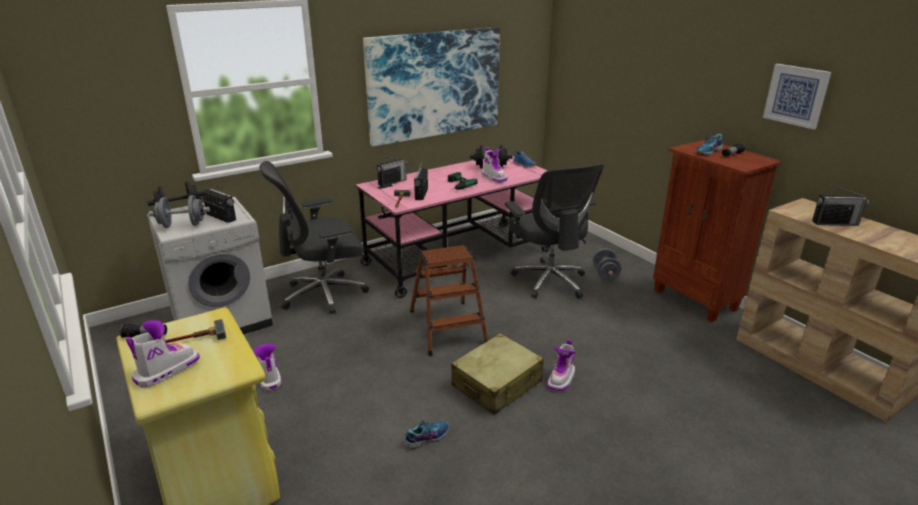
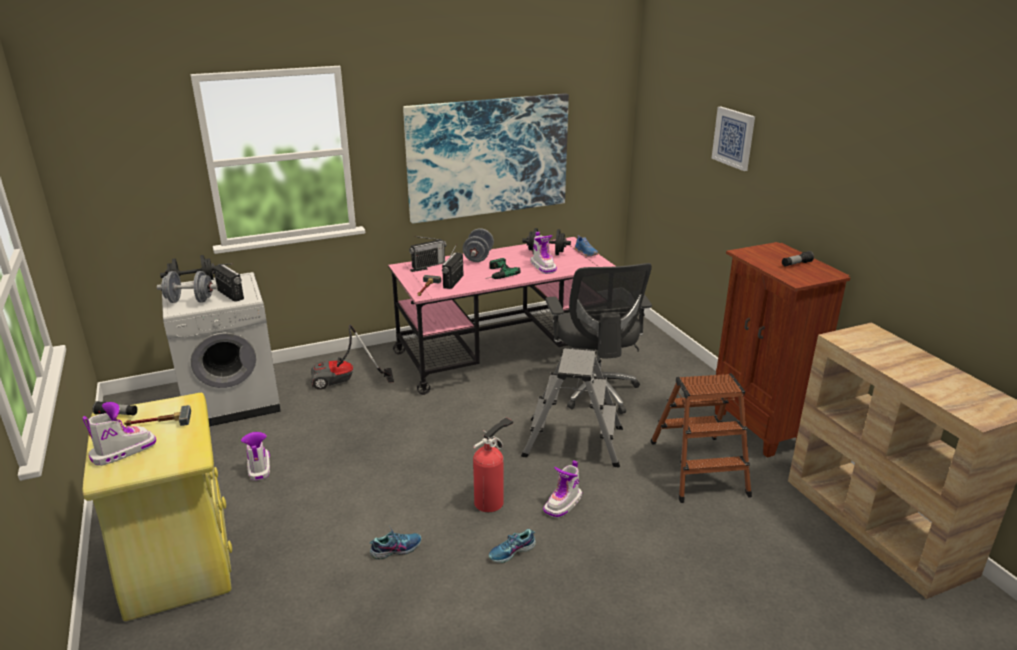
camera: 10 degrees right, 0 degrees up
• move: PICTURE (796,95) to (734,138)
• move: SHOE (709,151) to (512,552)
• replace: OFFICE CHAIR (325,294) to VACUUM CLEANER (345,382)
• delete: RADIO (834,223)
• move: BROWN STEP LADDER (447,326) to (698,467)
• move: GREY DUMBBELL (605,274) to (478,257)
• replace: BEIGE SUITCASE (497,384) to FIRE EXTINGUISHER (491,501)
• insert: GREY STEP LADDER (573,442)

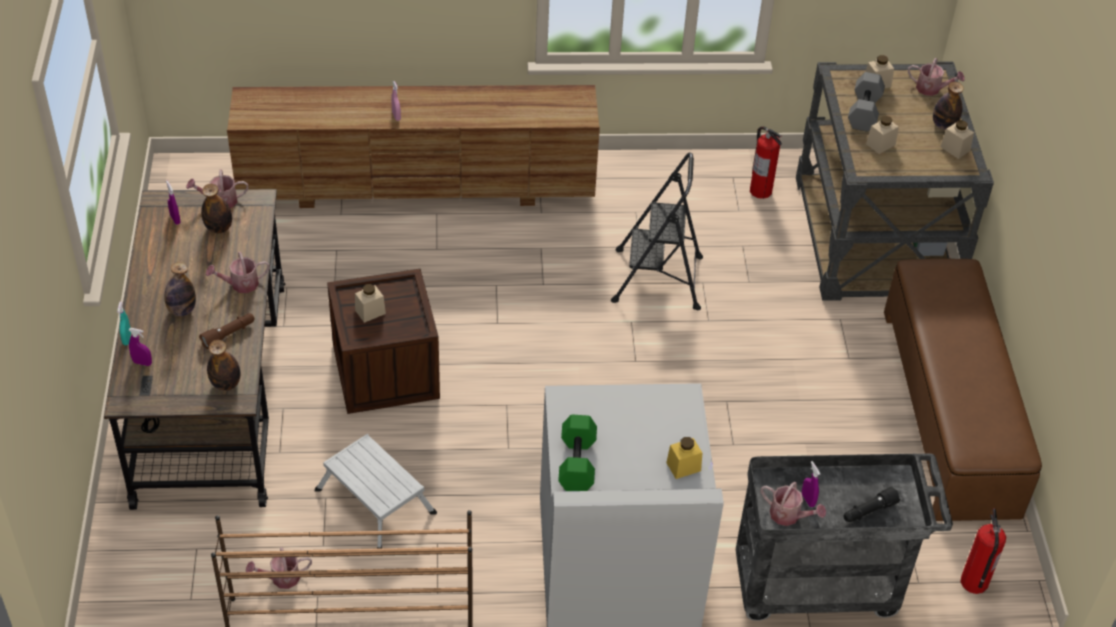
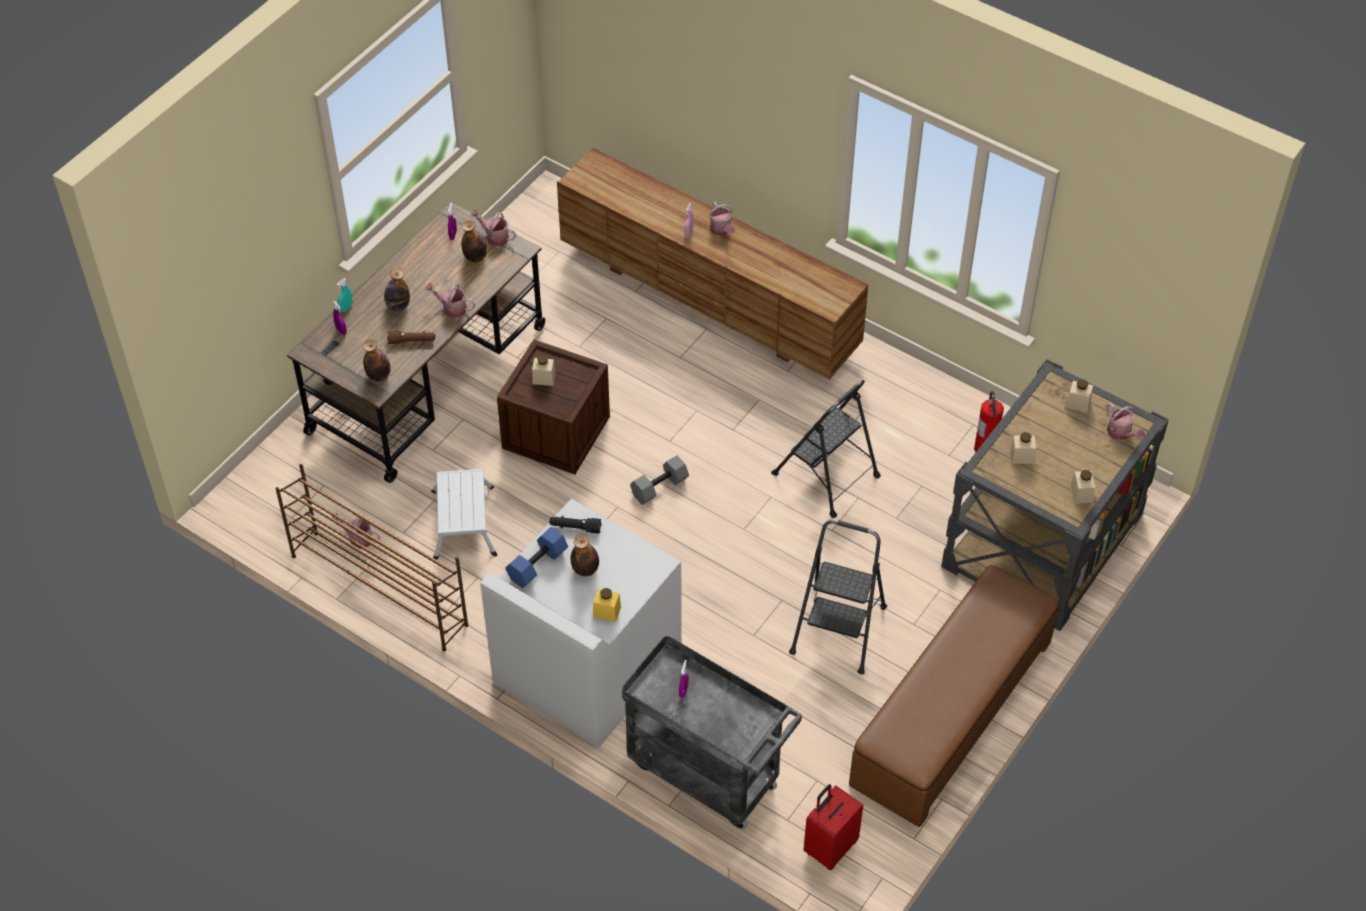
camera: 40 degrees right, 5 degrees up
• move: GREY DUMBBELL (865,112) to (659,488)
• move: BOTTLE (943,125) to (585,569)
• recolor: GREEN DUMBBELL (578,464) to BLUE DUMBBELL (538,566)
• move: WATERING CAN (789,516) to (722,230)
• move: BLACK FLASHLIGHT (868,511) to (575,527)
• replace: FIRE EXTINGUISHER (974,582) to RED SUITCASE (830,847)
• insert: BLACK STEP LADDER (839,626)

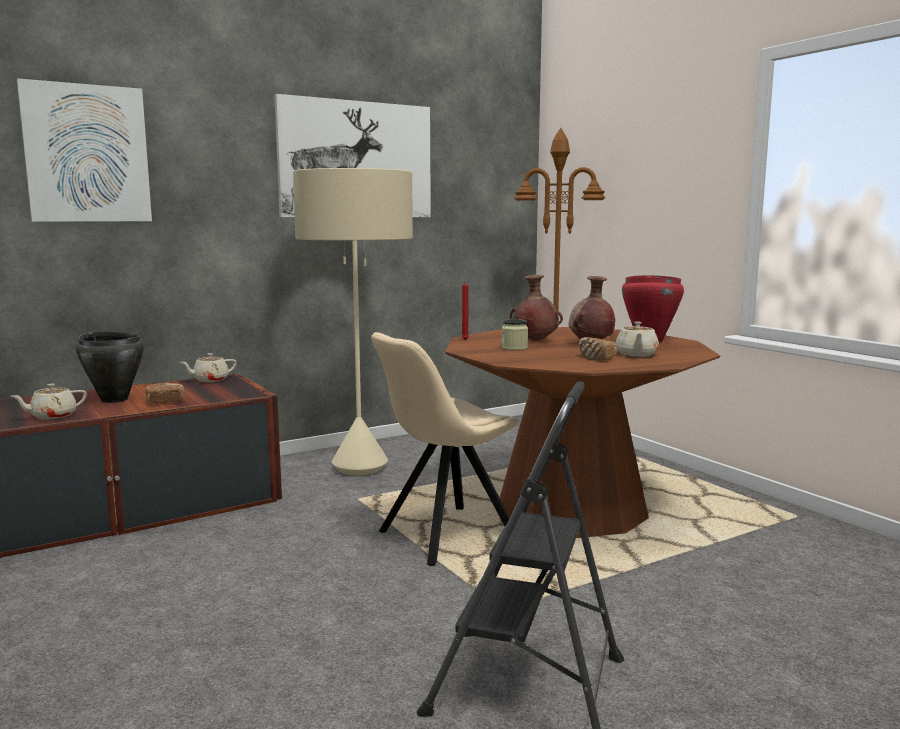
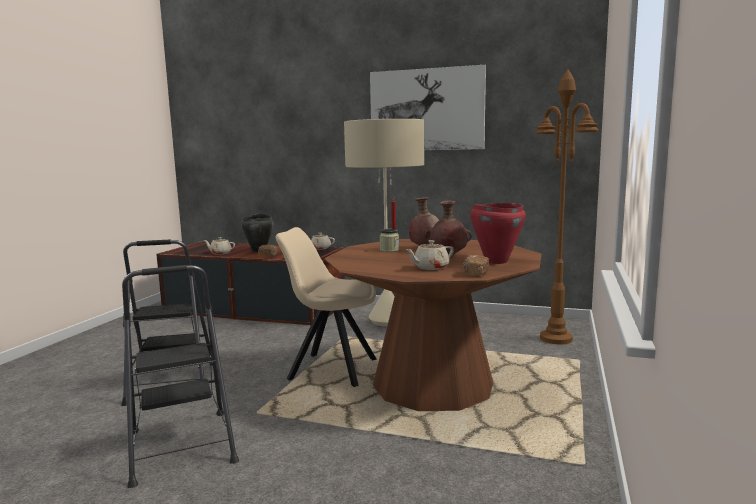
camera: 50 degrees right, 0 degrees up
• delete: PICTURE (87,154)
• move: BREAD (595,358) to (475,274)
• insert: BLACK STEP LADDER (171,383)

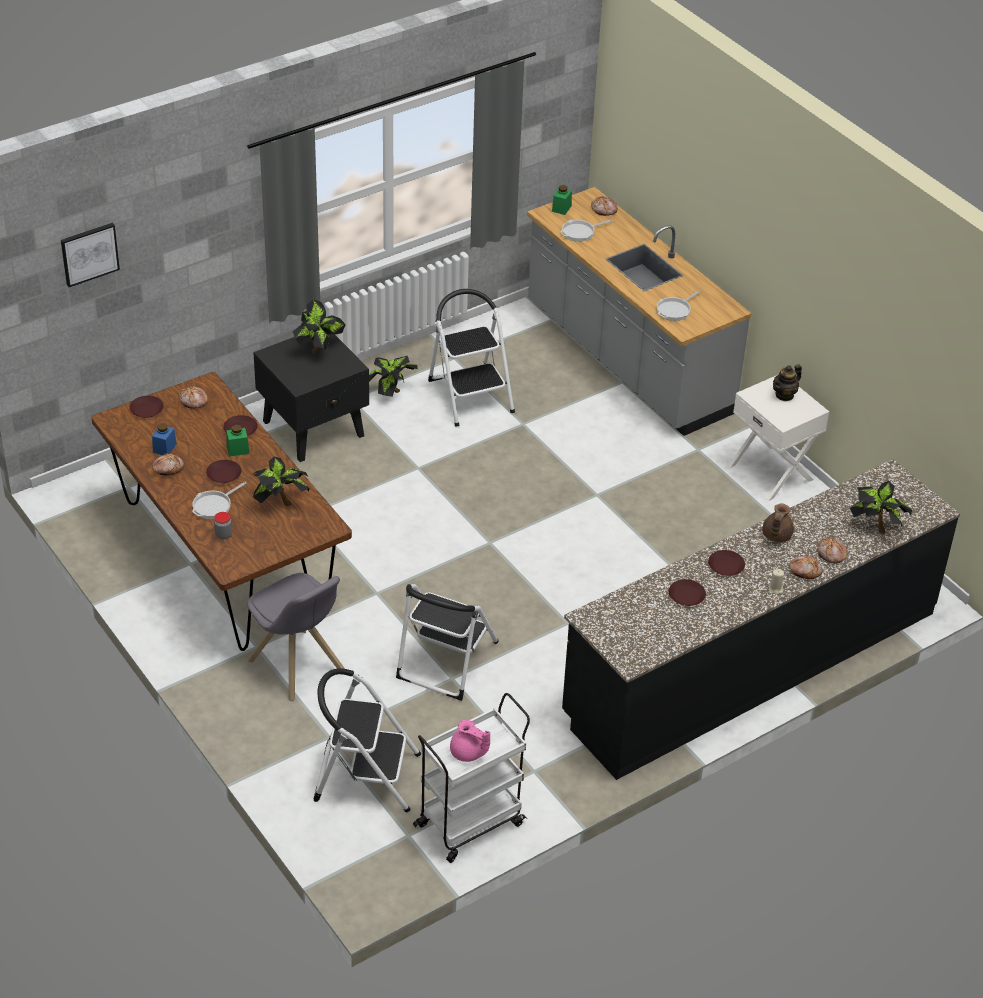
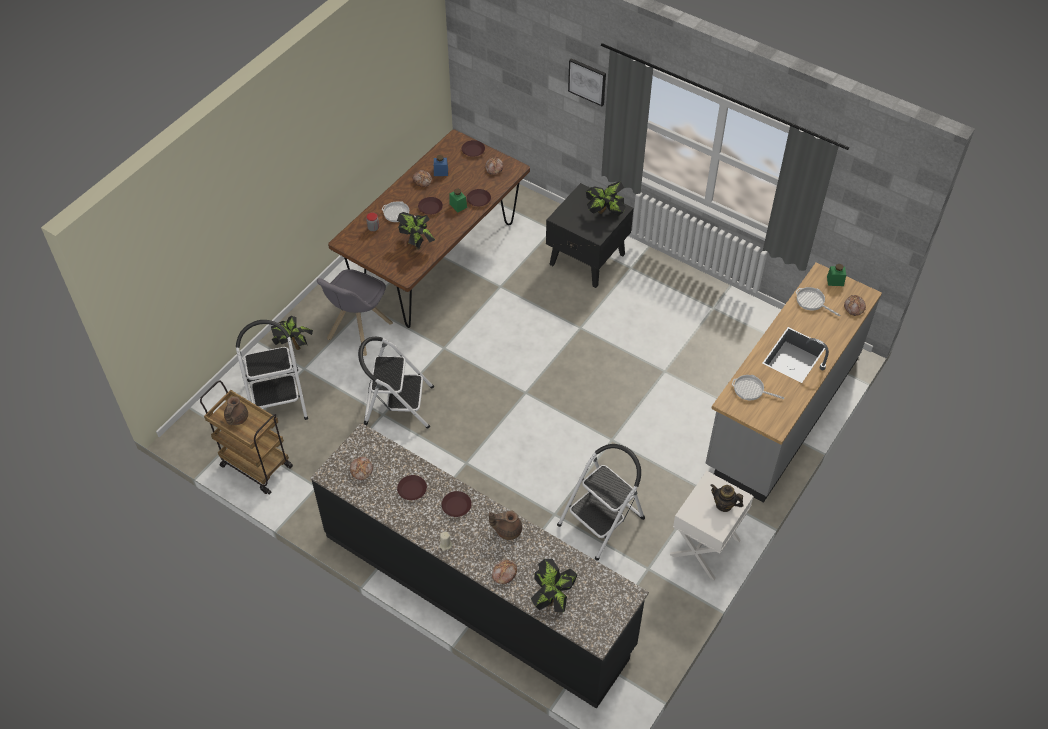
camera: 70 degrees right, 10 degrees up
• move: PICTURE (89,253) to (587,81)
• move: STEP LADDER (470,394) to (603,520)
• move: POTTED PLANT (391,393) to (294,345)
• move: BREAD (805,570) to (362,470)
• recolor: WHITE CART (469,825) to BROWN CART (256,466)
• recolor: PINK TEAPOT (468,753) to BROWN TEAPOT (236,418)

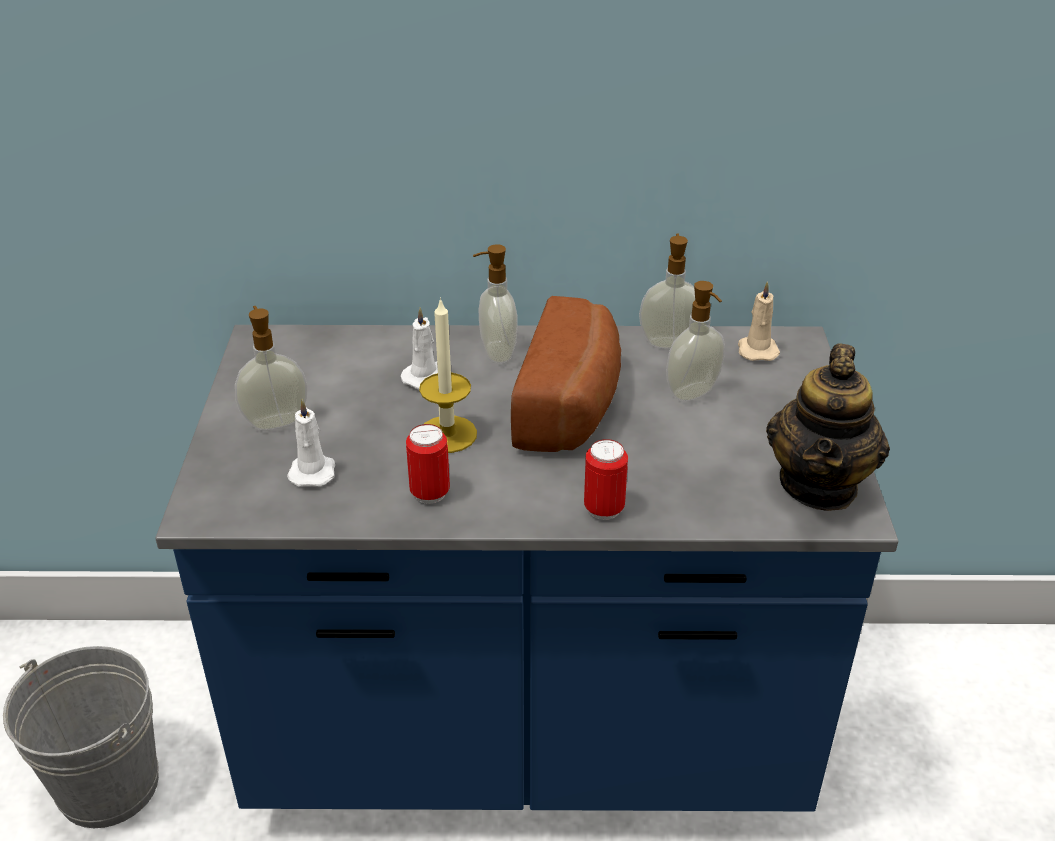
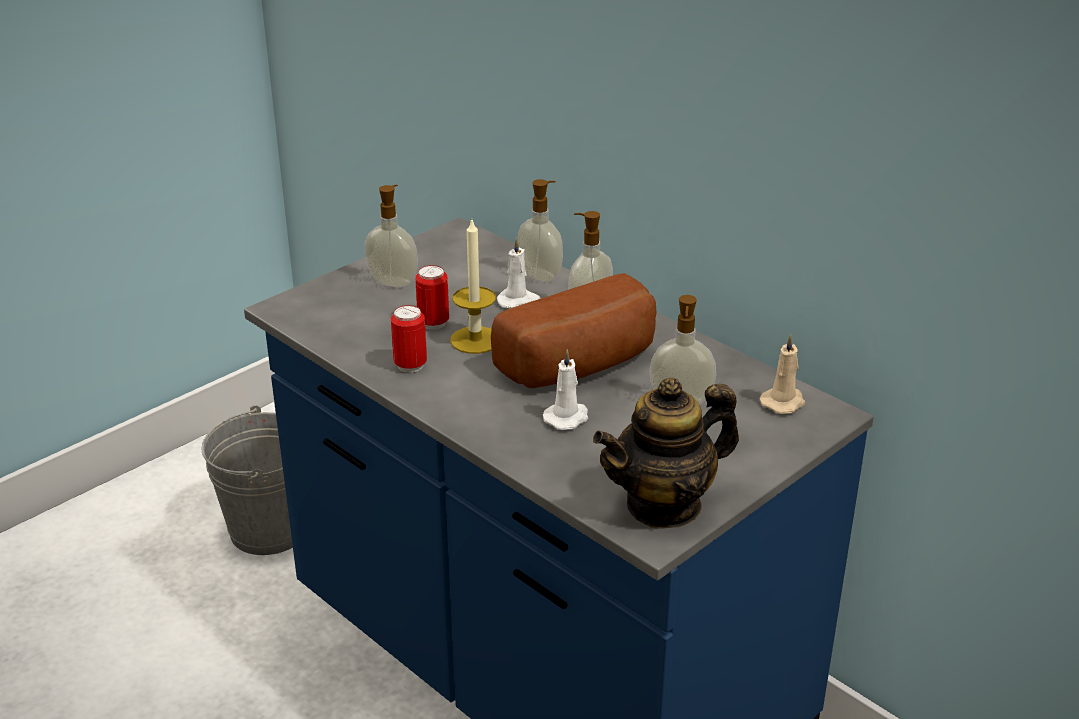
camera: 45 degrees right, 5 degrees down
• move: SOAP DISPENSER (669,342) to (541,275)
• move: WHITE CANDLE (313,471) to (567,418)
• move: CAN (604,509) to (433,323)

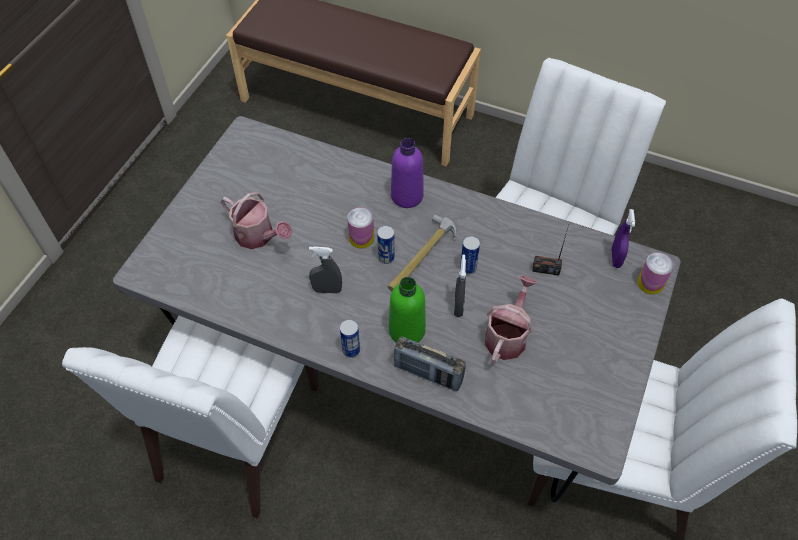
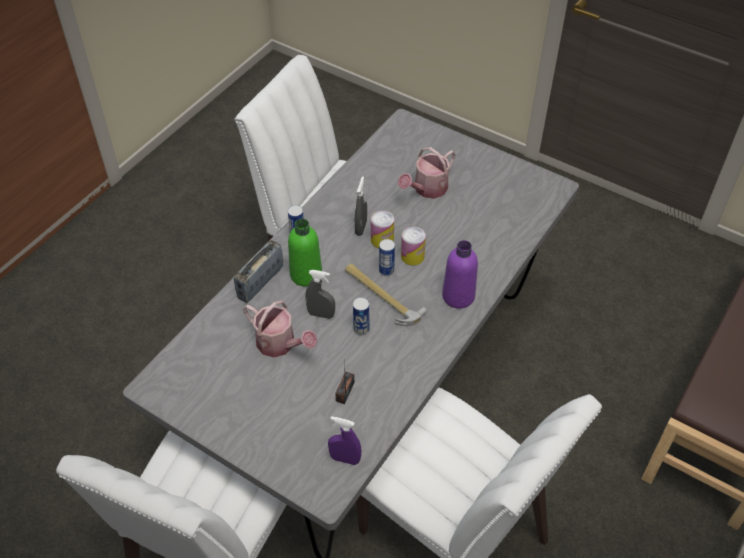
camera: 100 degrees right, 5 degrees down
• move: CAN (650,283) to (382,240)

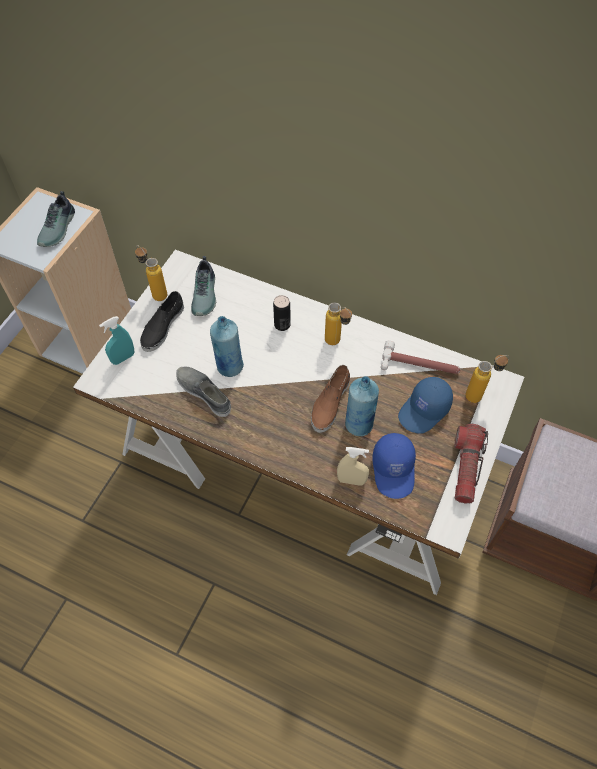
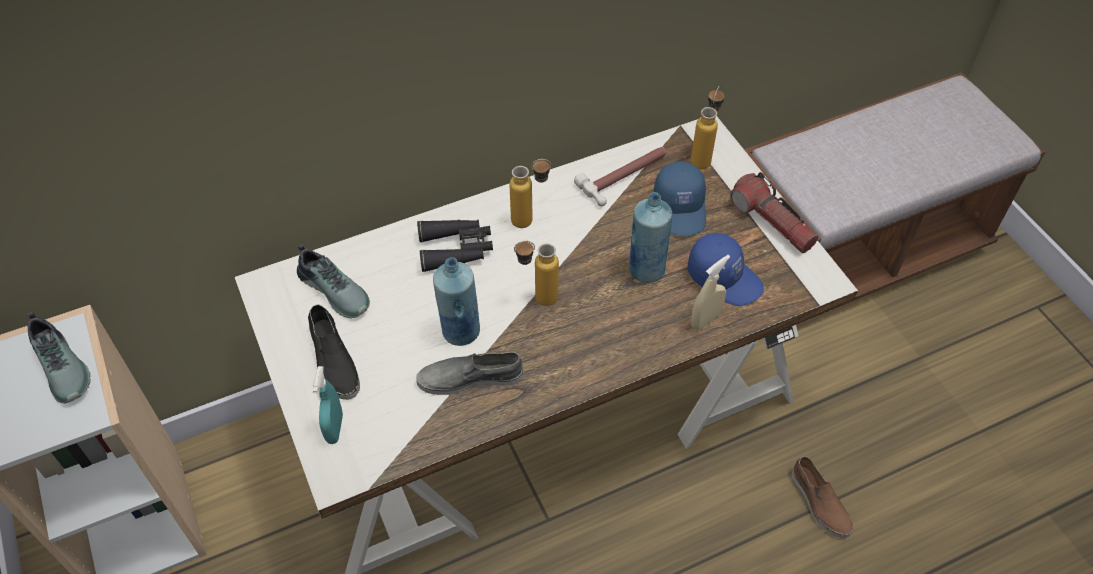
camera: 50 degrees left, 5 degrees down
• move: BOTTLE (155,292) to (537,299)
• replace: CAN (282,325) to BLACK BINOCULARS (456,249)
• move: BROWN SHOE (329,403) to (819,502)

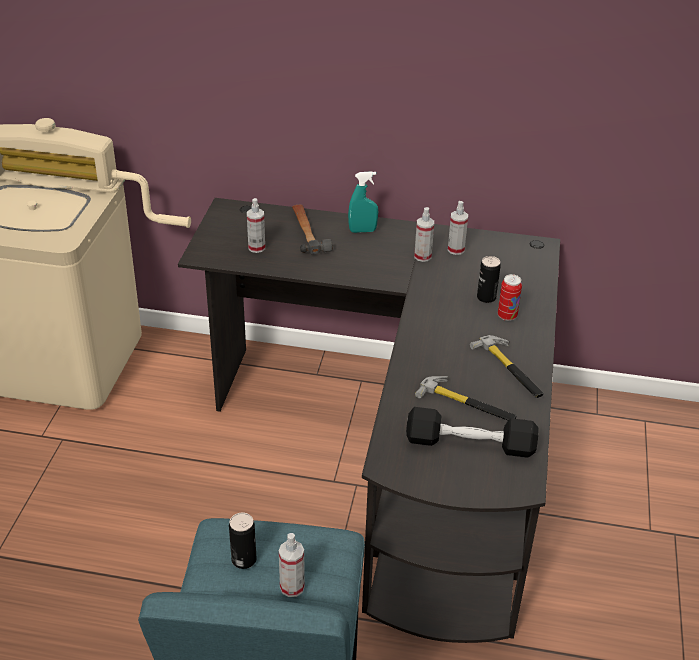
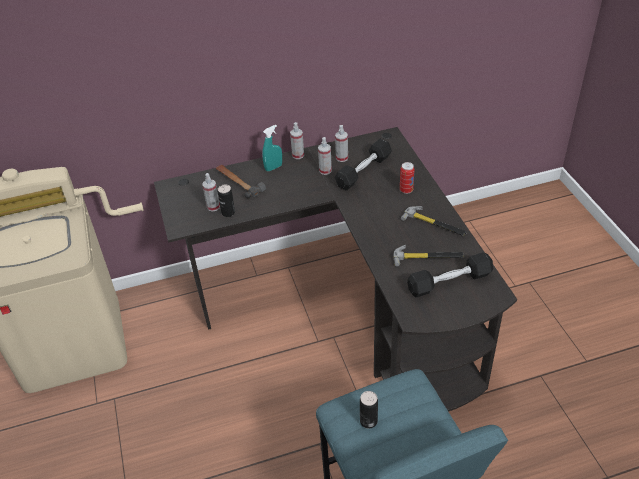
camera: 25 degrees left, 5 degrees up
• move: CAN (486,297) to (228,213)
• move: SPRAY BOTTLE (292,587) to (298,155)
• insert: BLACK DUMBBELL (363,171)

